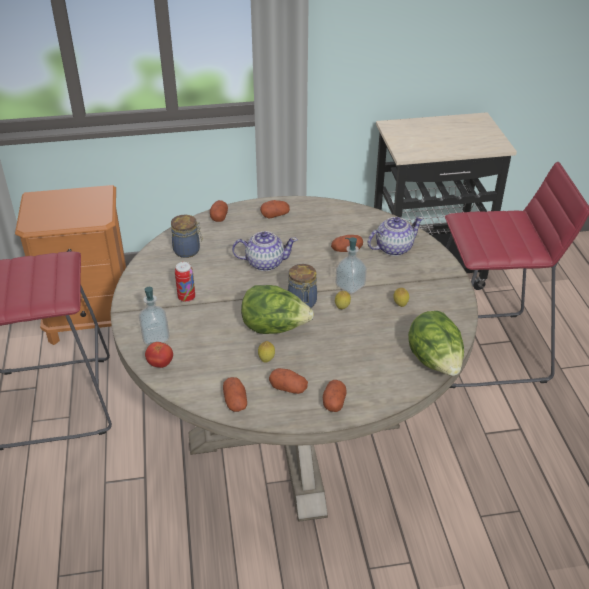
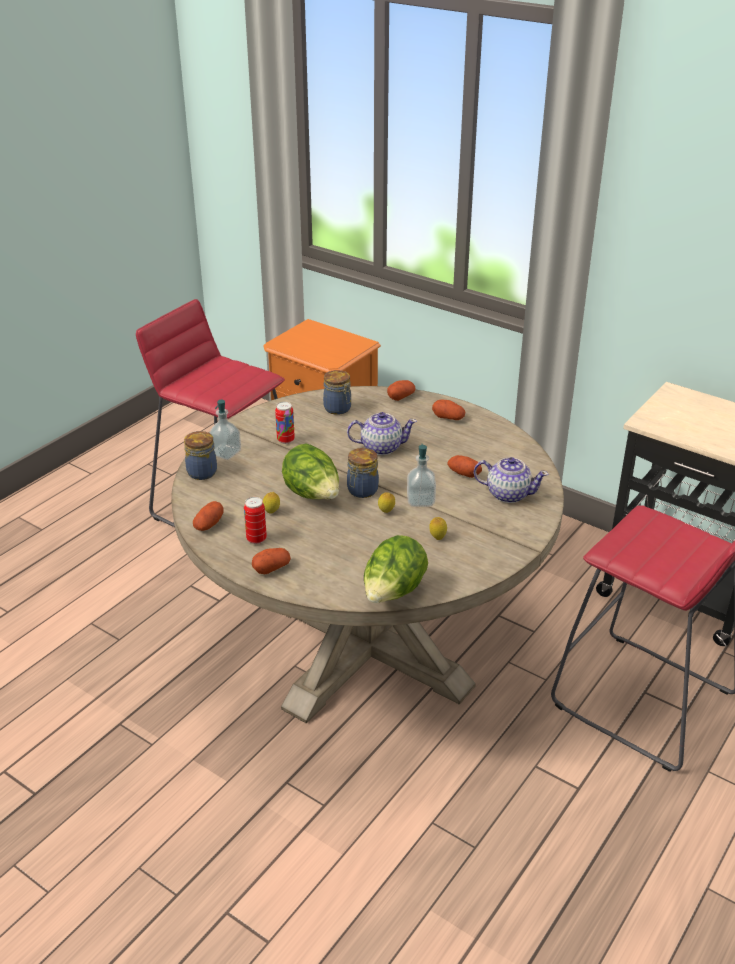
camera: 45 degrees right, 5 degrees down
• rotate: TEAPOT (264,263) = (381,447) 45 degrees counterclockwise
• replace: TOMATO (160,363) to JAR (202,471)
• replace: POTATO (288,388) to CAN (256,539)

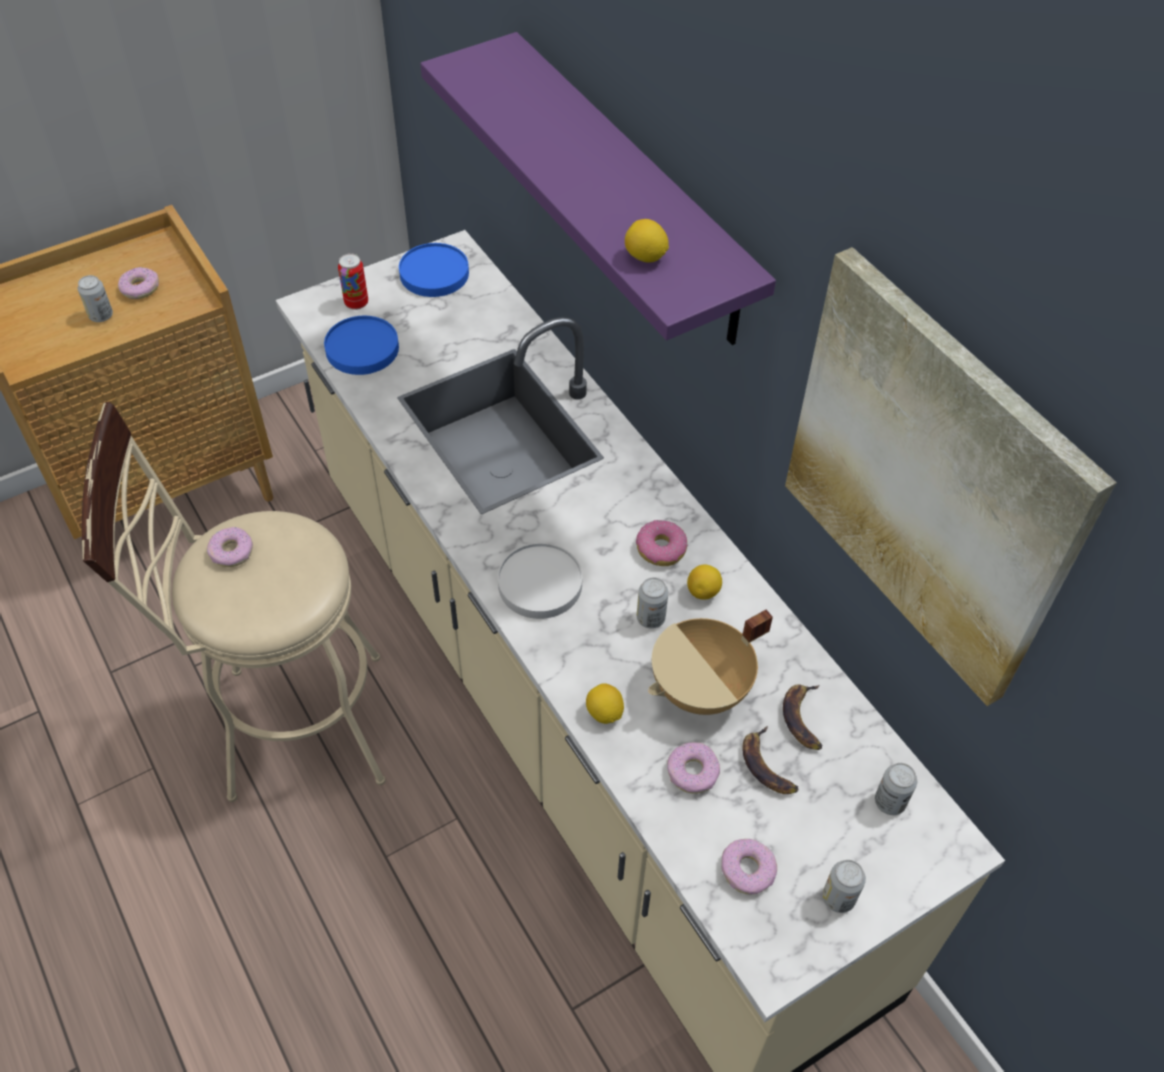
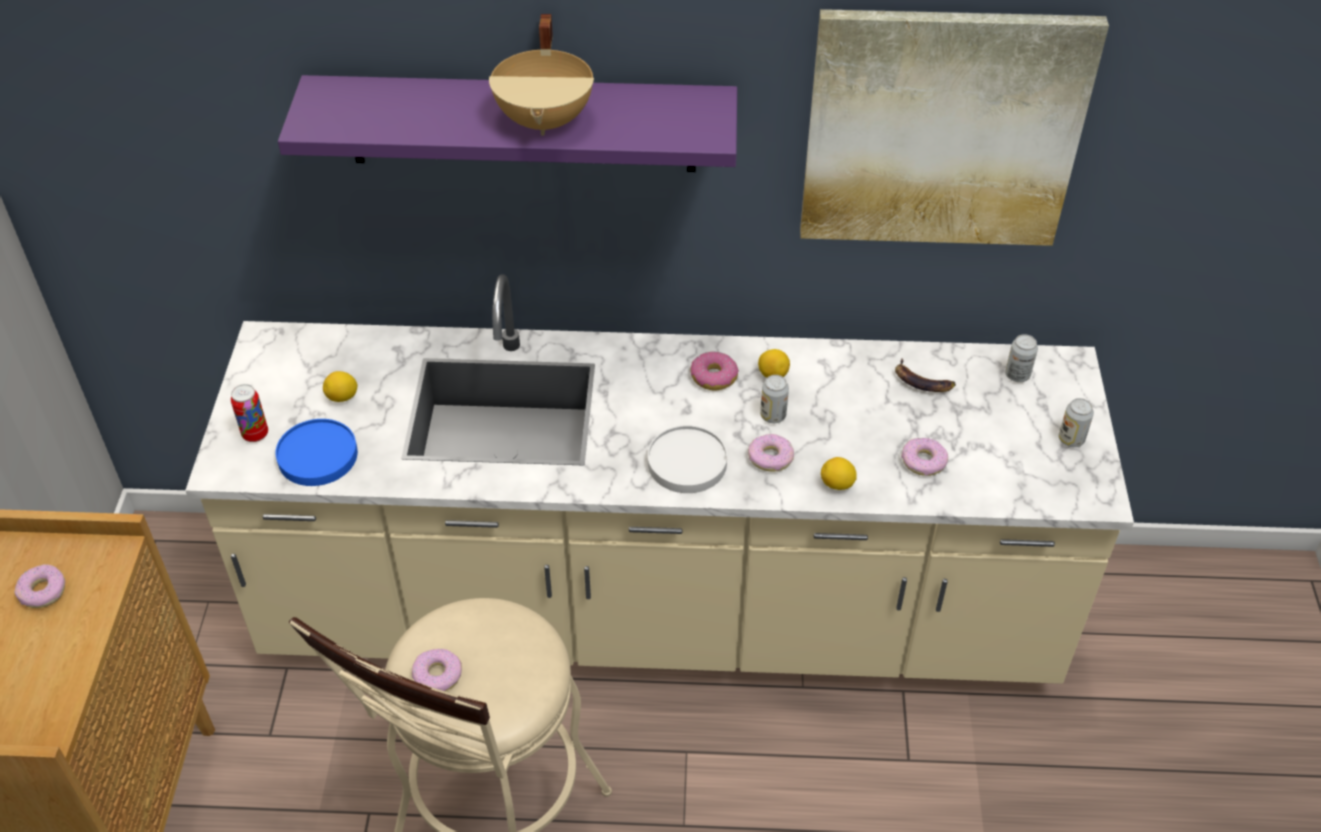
camera: 55 degrees left, 5 degrees down
• move: LEMON (645,257) to (342,397)
• delete: BLUE PLATE (434,274)
• delete: CAN (101,316)
• move: BEIGE COOKING POT (702,690) to (546,120)
• delete: BANANA (767,766)
• move: DONUT (747,870) to (770,457)

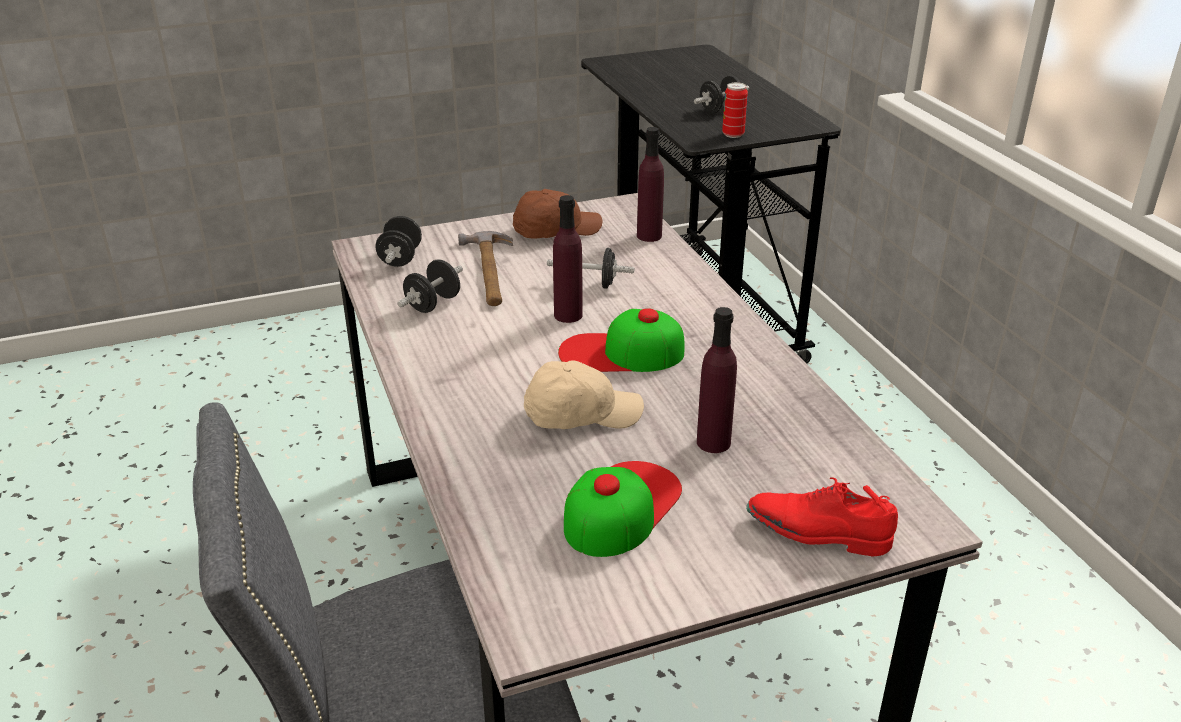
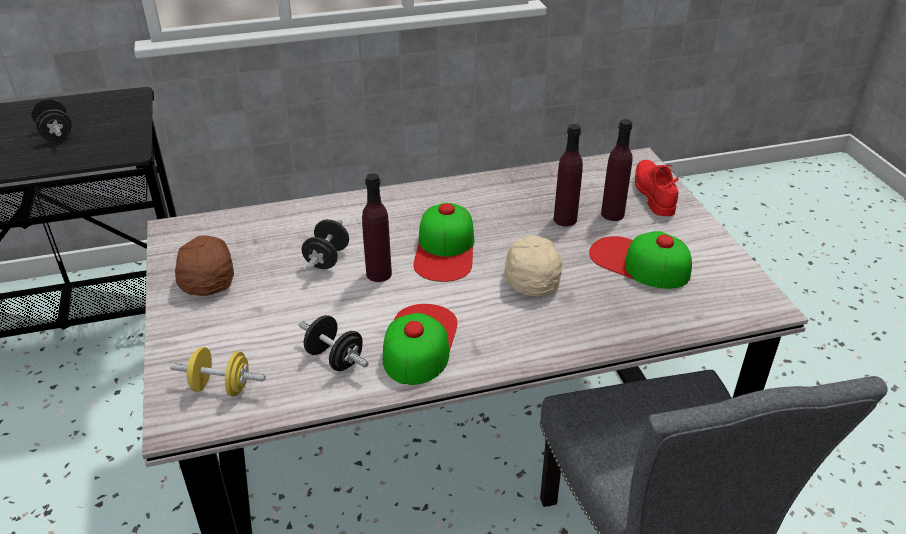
camera: 85 degrees left, 5 degrees up
• delete: CAN (733,134)
• move: PURPLE BOTTLE (649,236) to (612,214)
• recolor: BLACK DUMBBELL (400,258) to YELLOW DUMBBELL (221,387)
• delete: HAMMER (489,272)
• rotate: RED SHOE (817,534) = (653,194) 150 degrees clockwise
• insert: CAP (419,342)

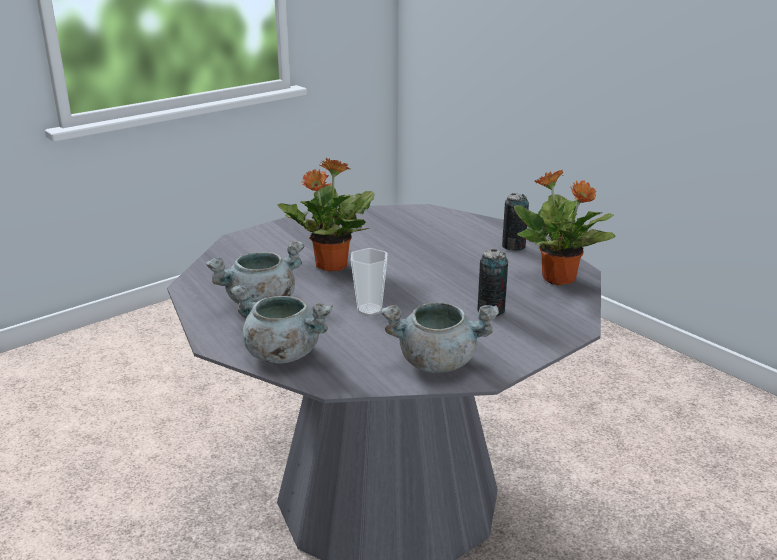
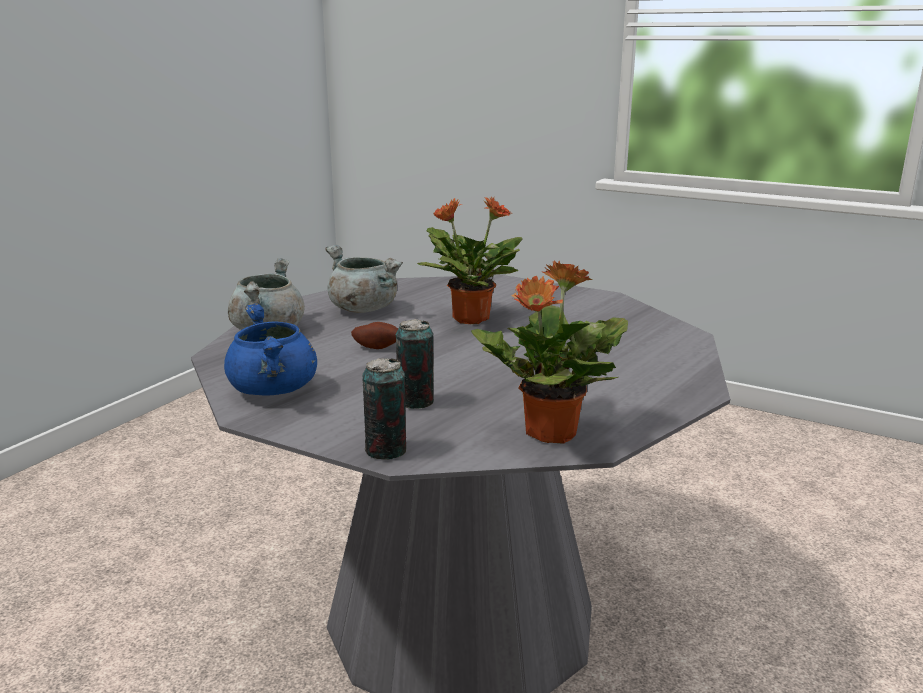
camera: 70 degrees right, 5 degrees down
• move: CAN (513,246) to (386,450)
• replace: CUP (369,310) to POTATO (377,347)
• recolor: GREY COOKING POT (437,362) to BLUE COOKING POT (274,390)

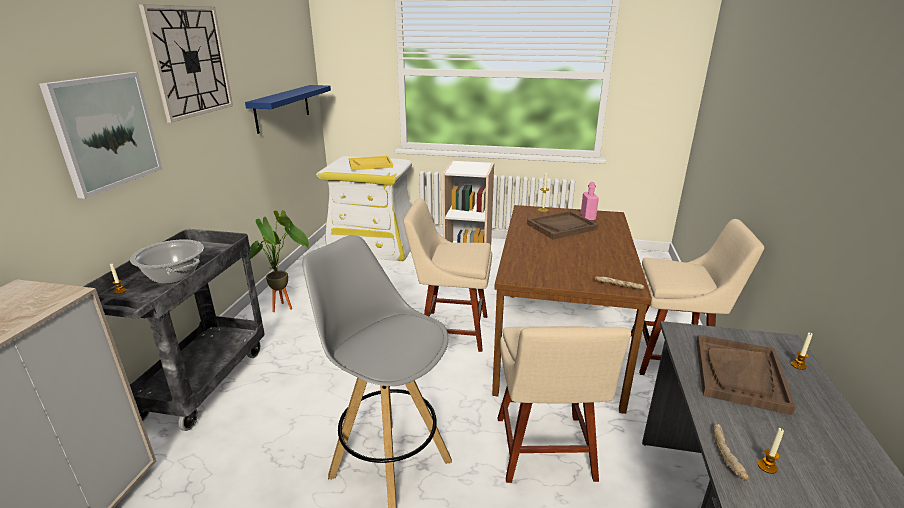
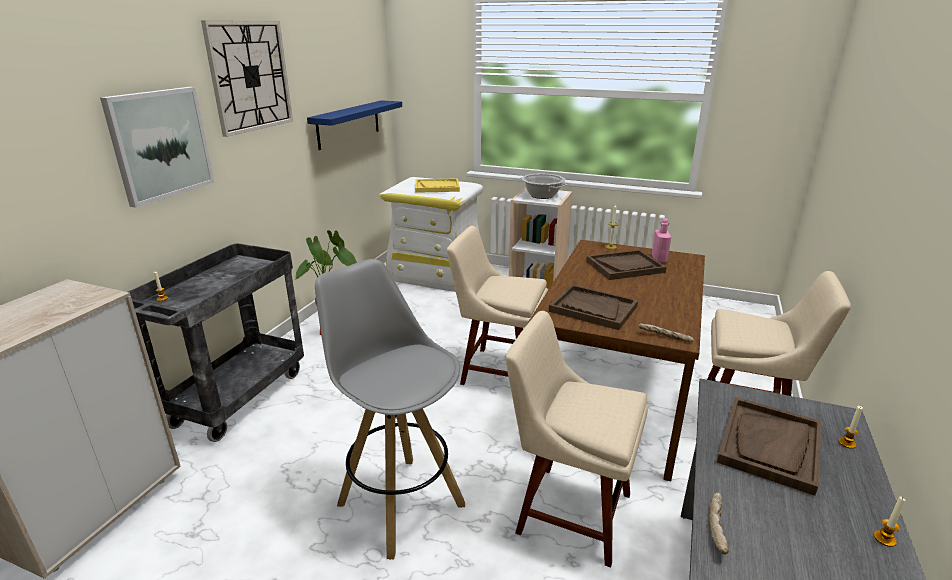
camera: 10 degrees right, 0 degrees up
• move: COOKING POT (174,275) to (542,195)
• rotate: BEIGE CHAIR (545,452) = (568,510) 105 degrees clockwise
• move: CANDLE (767,466) to (884,539)
• insert: BROWN TRAY (593,309)

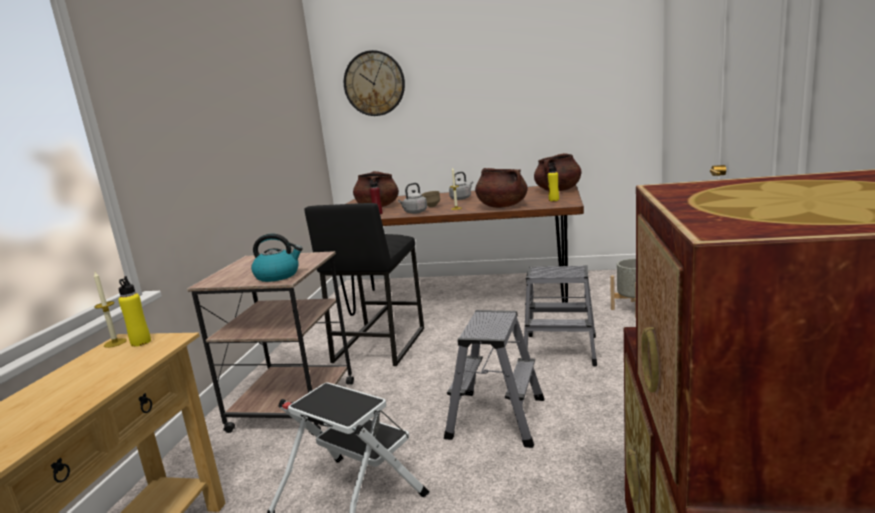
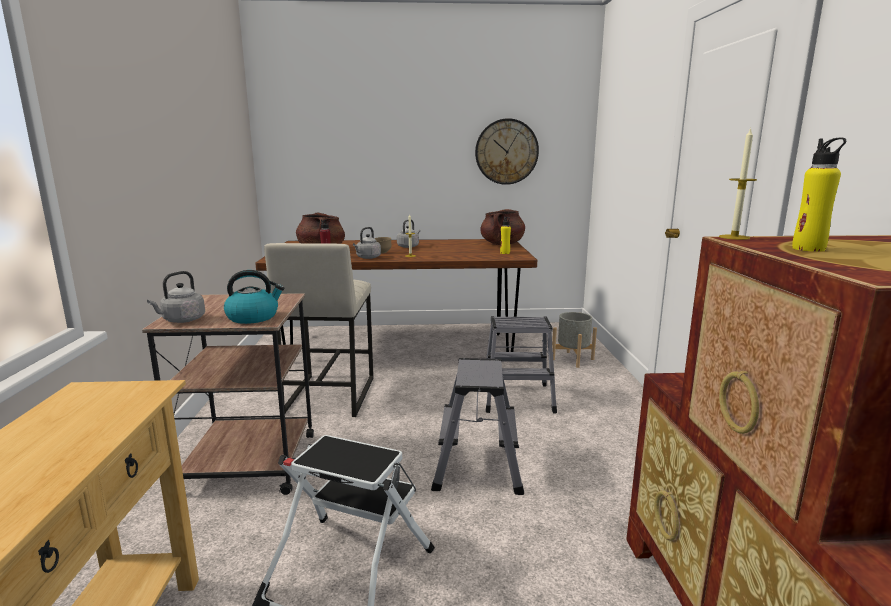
camera: 15 degrees left, 0 degrees up
• move: WALL CLOCK (374,83) to (506,152)
• delete: BROWN COOKING POT (501,206)
• recolor: BLACK STOOL (379,345) to BEIGE STOOL (330,395)
• move: CANDLE (115,343) to (734,237)
• move: YELLOW BOTTLE (141,342) to (808,249)
• insert: GREY KETTLE (182,320)

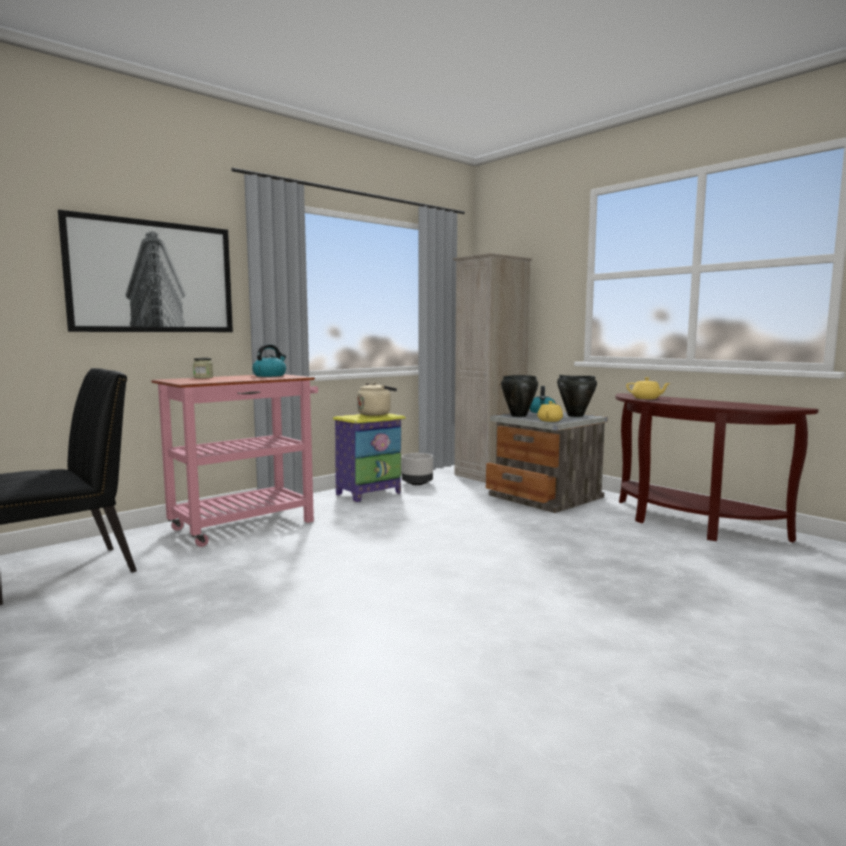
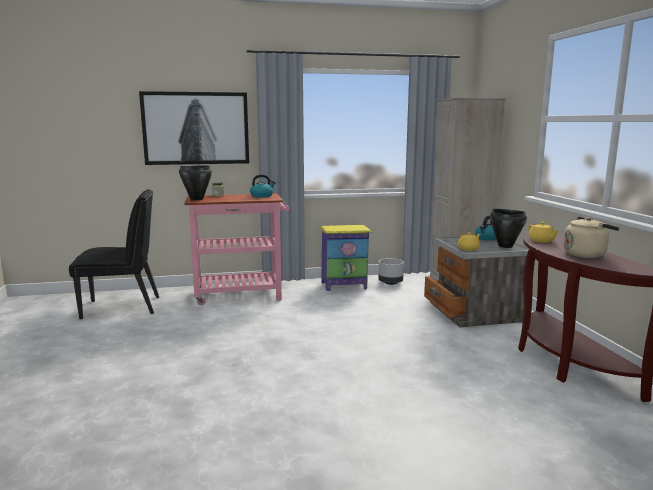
camera: 30 degrees right, 5 degrees up
• move: BLACK COOKING POT (518,416) to (196,199)
• move: BEIGE KETTLE (376,414) to (586,254)

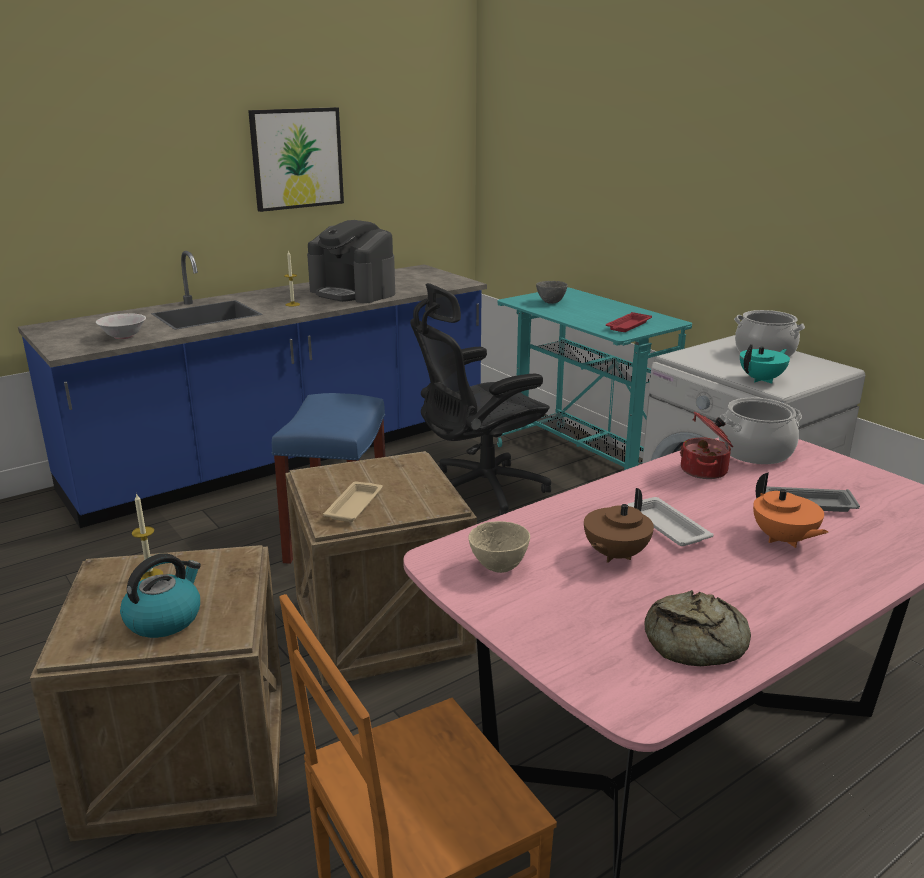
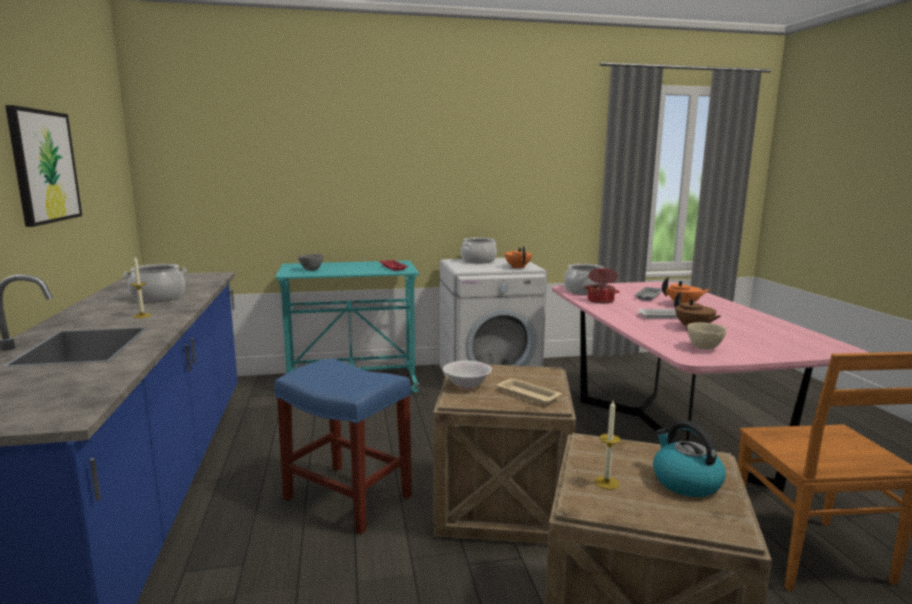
camera: 65 degrees left, 10 degrees down
• replace: COFFEE MACHINE (353,292) to COOKING POT (158,297)
• delete: OFFICE CHAIR (480,492)
• move: WHITE BOWL (123,336) to (466,385)
• recolor: TURQUOISE TEAPOT (762,379) to ORANGE TEAPOT (518,267)
• delete: BREAD (696,642)

